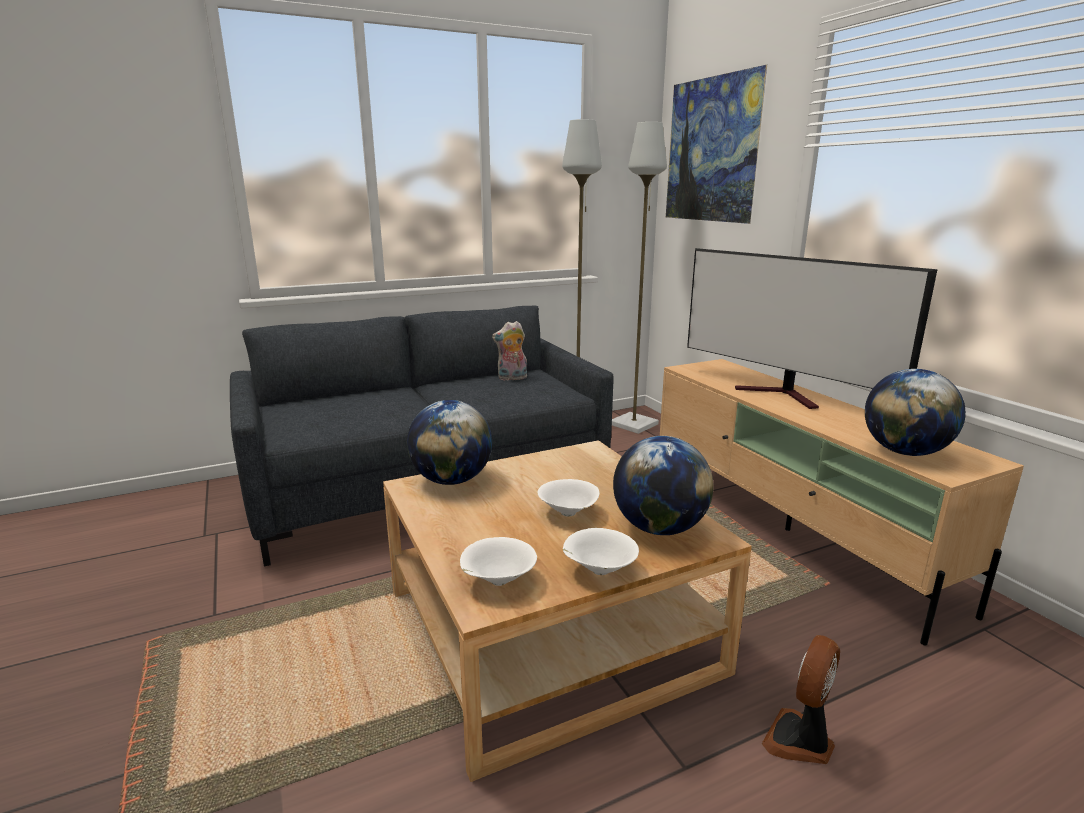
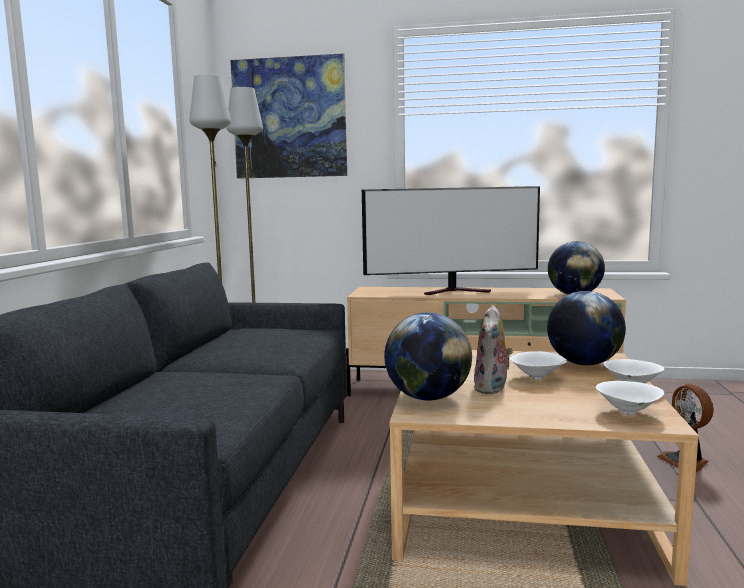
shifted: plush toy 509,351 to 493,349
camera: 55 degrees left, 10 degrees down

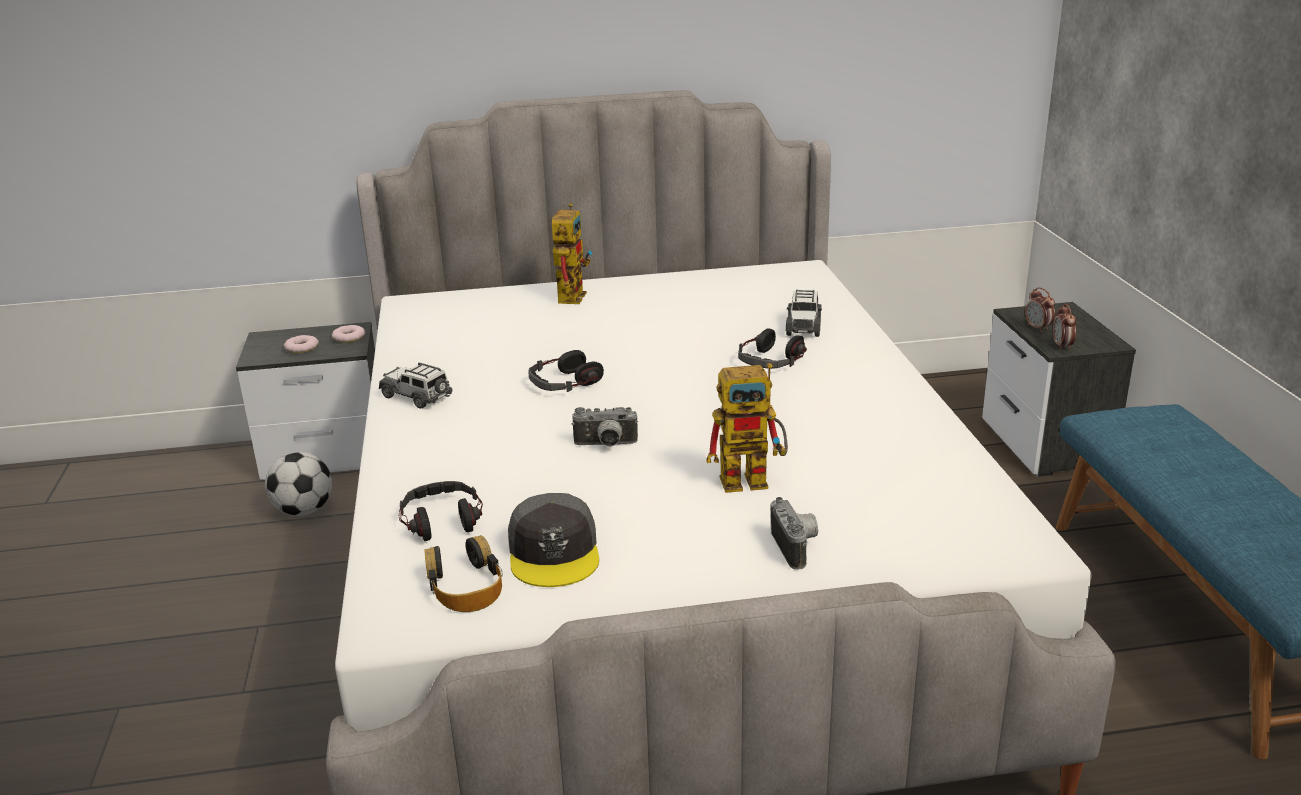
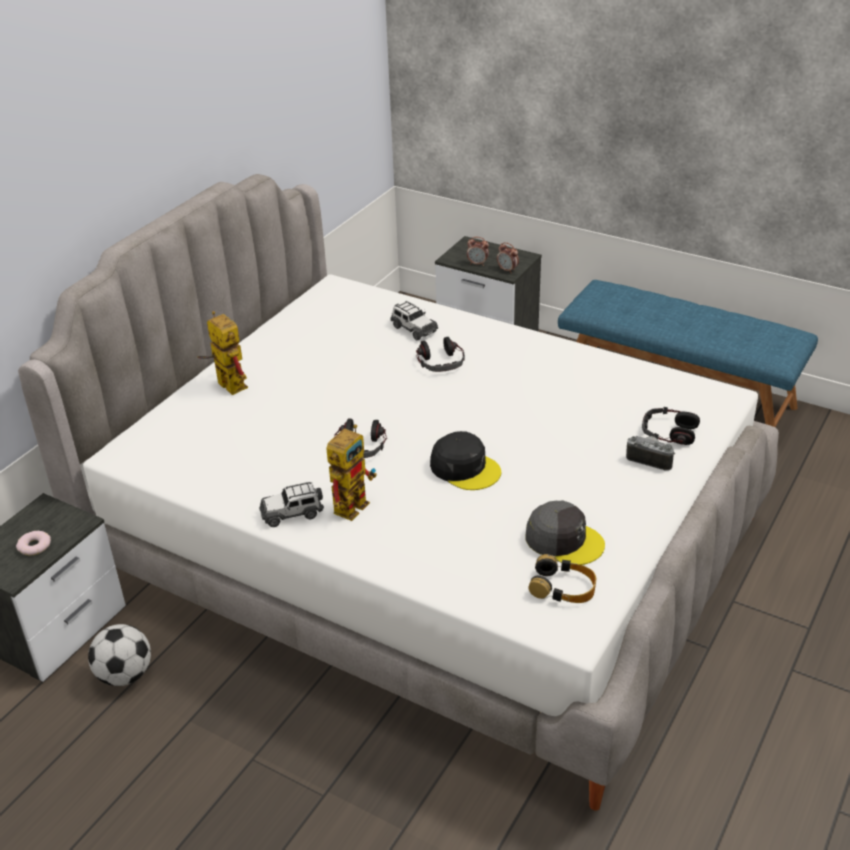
gone: donut 348,334
shifted: toy robot 747,428 to 351,472; headphones 441,511 to 671,426
swapped: photo camera 605,427 to black cap 465,460
camera: 50 degrees left, 10 degrees up

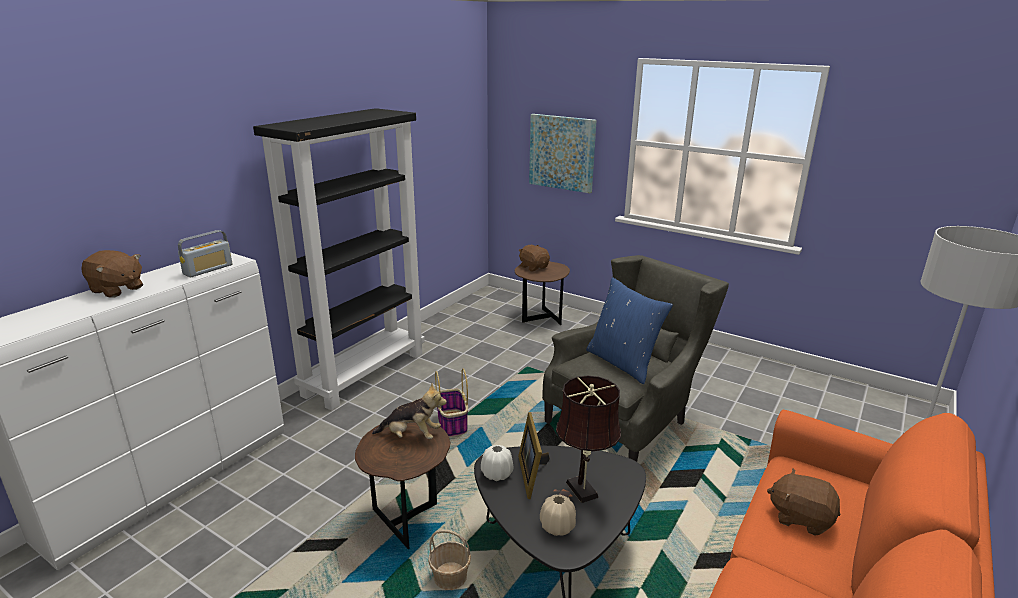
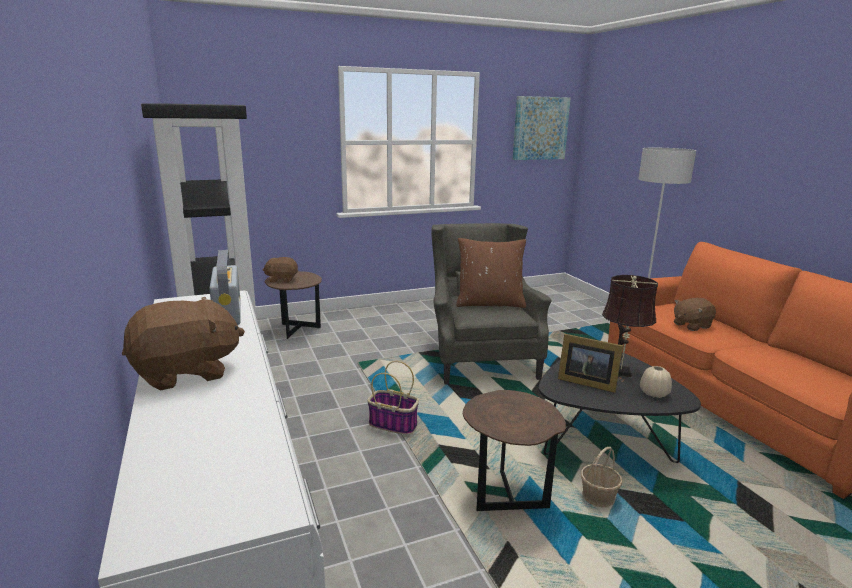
gone: plush toy 409,411; white vase 497,463
shifted: picture 563,153 to 542,128
repainted: blue pillow 629,330 to brown pillow 491,273
camera: 55 degrees left, 5 degrees down

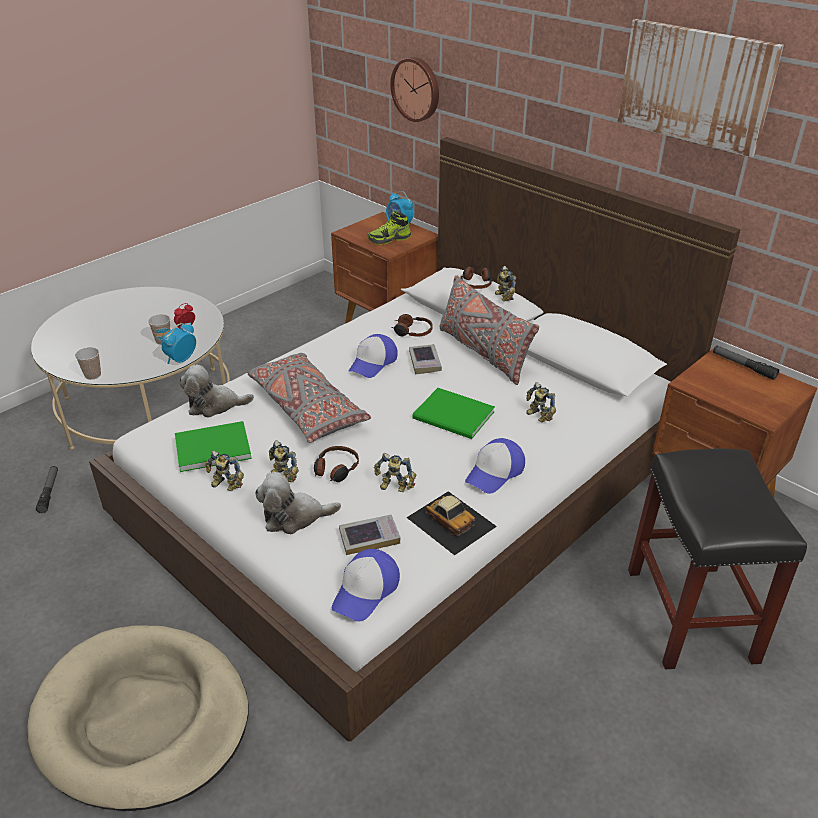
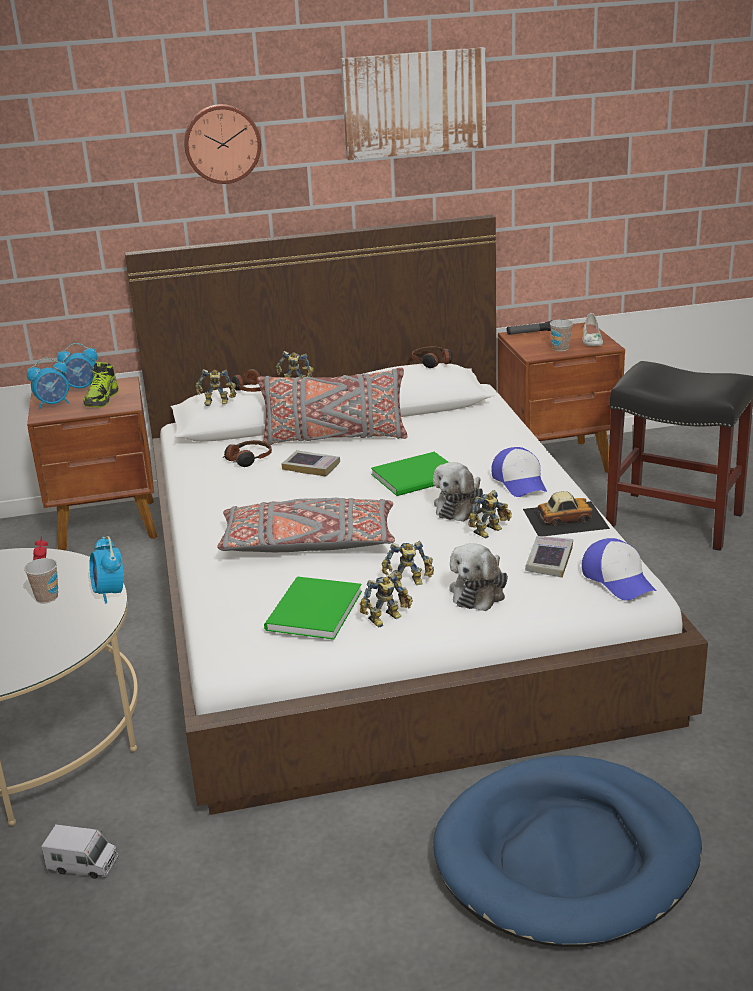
gone: cap 373,356
new: alarm clock 48,384; white shoe 593,329
shifted: wall clock 414,89 to 222,144; toy robot 541,402 to 215,387; headphones 336,464 to 432,357; plush toy 216,391 to 458,492; cup 88,363 to 561,335
swapped: flashlight 47,489 to toy truck 79,851
repainted: beige dog bed 138,718 to blue dog bed 567,851
camera: 55 degrees left, 10 degrees down

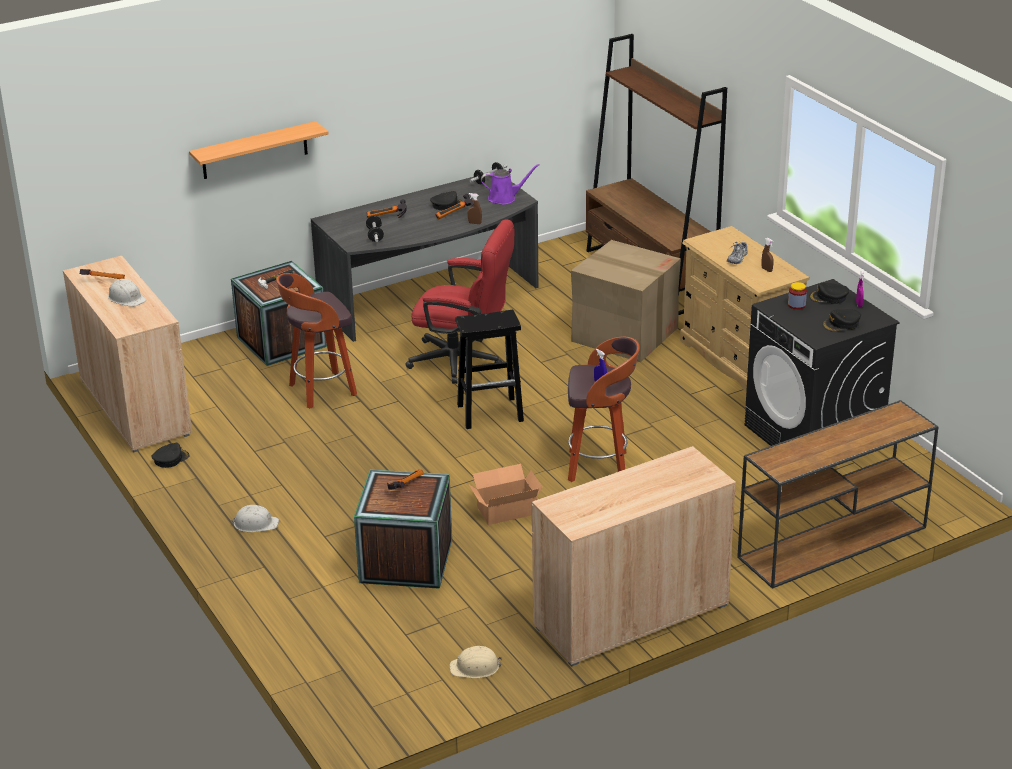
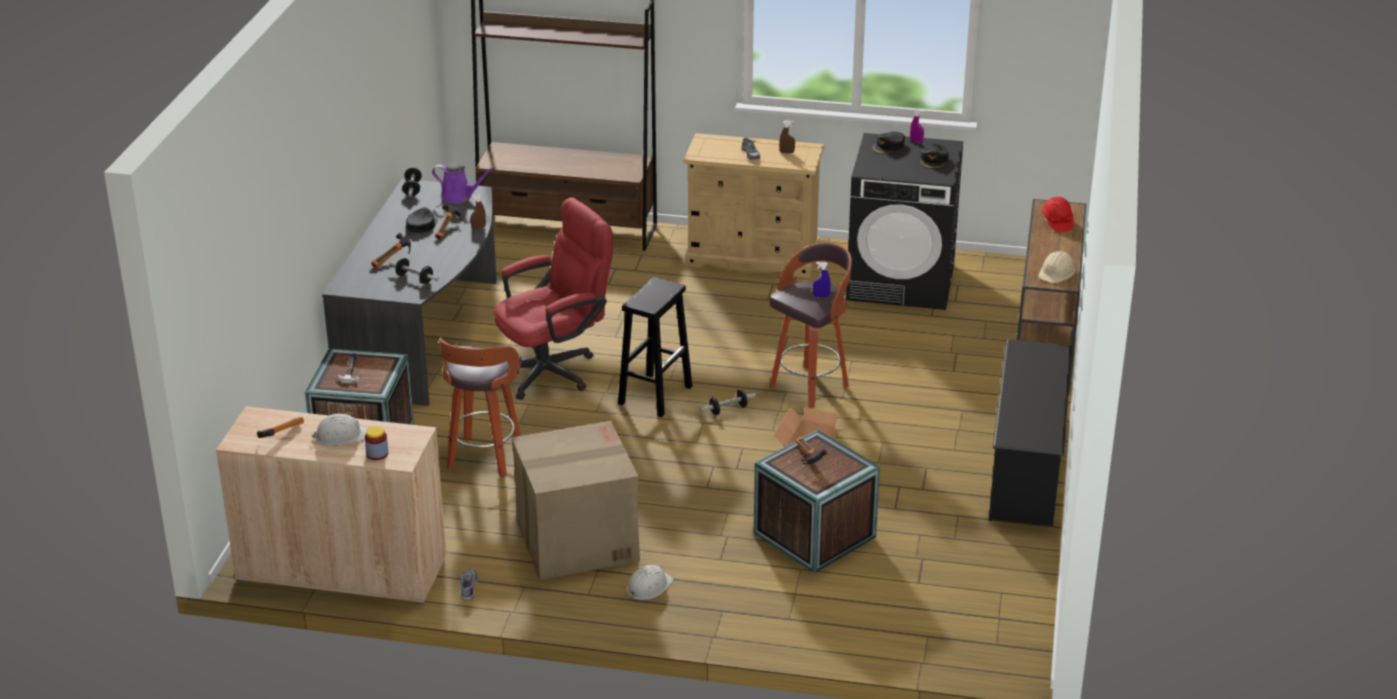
gone: shelf 258,150
new: dumbbell 728,402; red hard hat 1058,214
shifted: jar 797,296 to 376,443; cardboard box 626,301 to 576,500; beige hard hat 476,662 to 1056,267
swapped: black cap 171,455 to shoe 468,584; beige cabinet 634,556 to black shoe rack 1030,432
rotated: purple watering can 510,184 = 463,184 75 degrees clockwise
camera: 50 degrees left, 0 degrees up

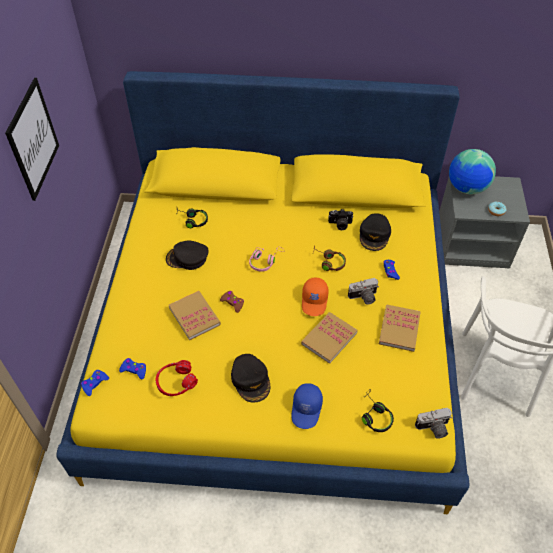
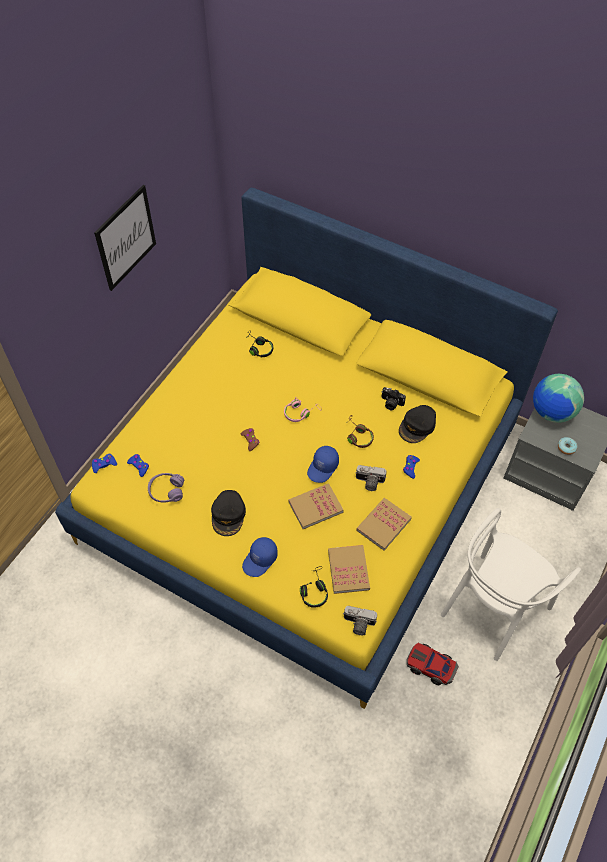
gone: black cap 187,255
new: toy car 433,664
shifted: book 195,315 to 349,569
repainted: red headphones 177,378 to purple headphones 166,488; orange cap 315,297 to blue cap 323,464
camera: 25 degrees right, 5 degrees up

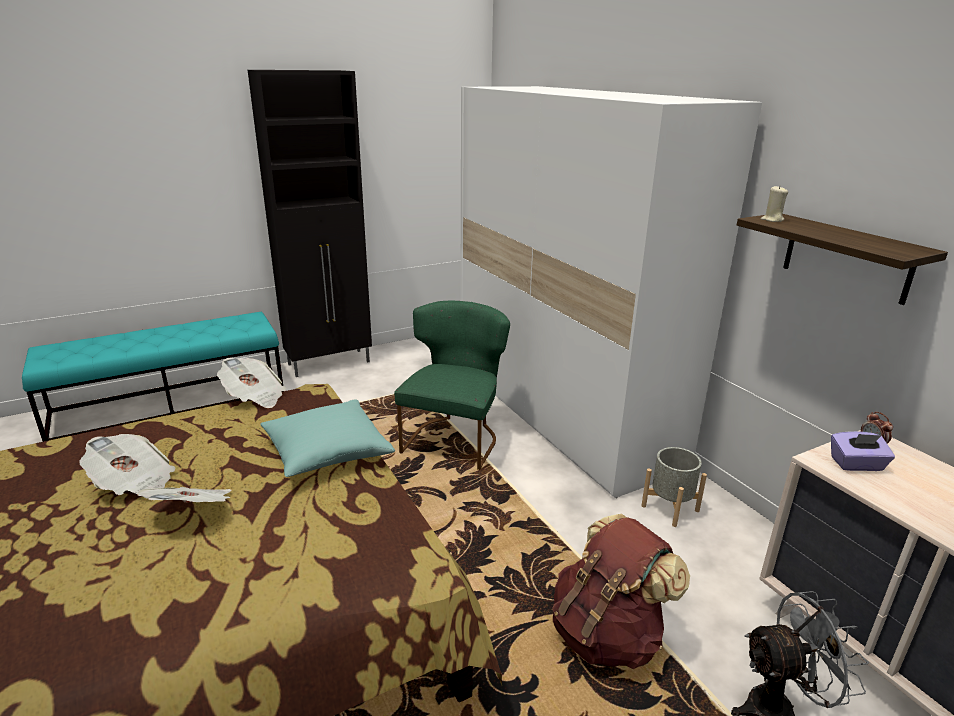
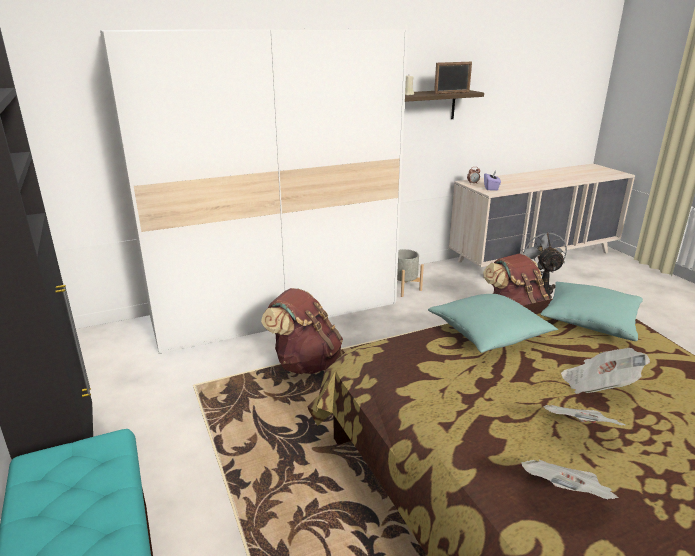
new: picture frame 453,78; turquoise pillow 592,311
shifted: newspaper 251,382 to 570,479
swapped: green chair 452,385 to brown backpack 302,331
camera: 85 degrees left, 0 degrees up

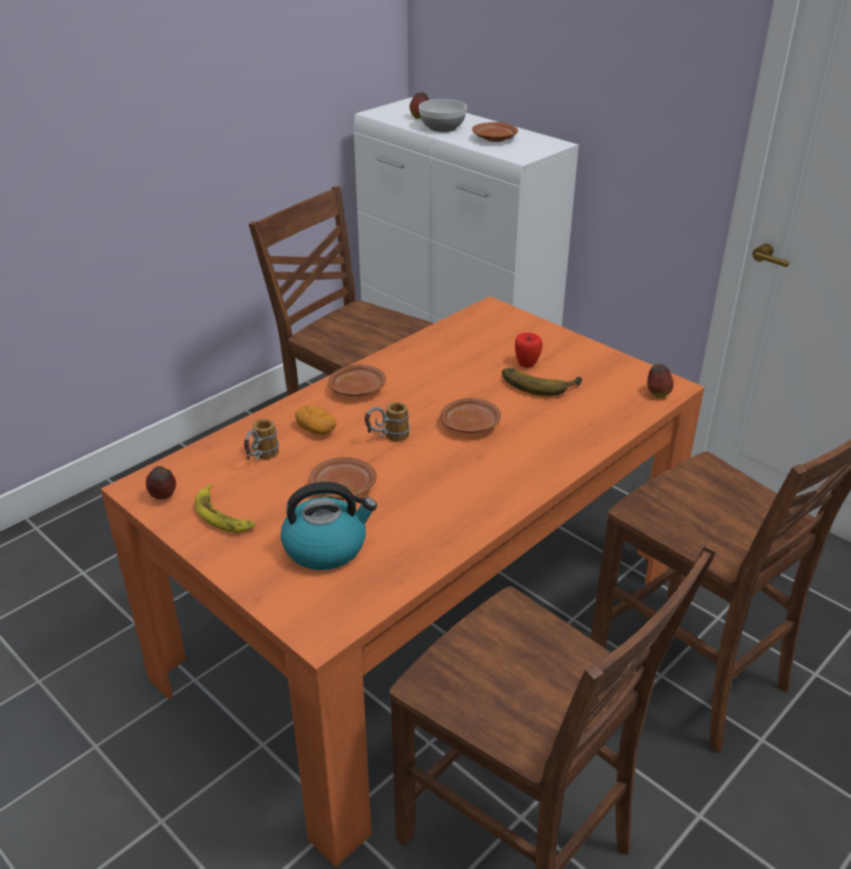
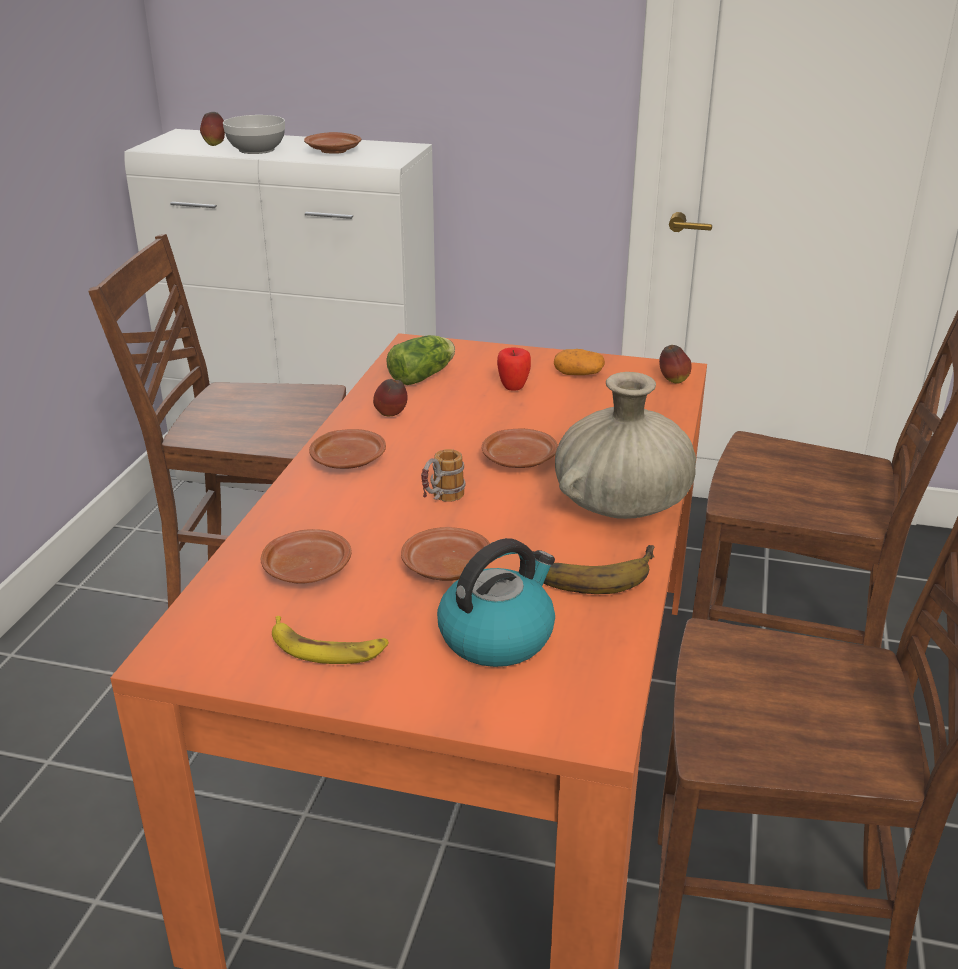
new: lettuce 420,360; beige vase 625,445
shifted: apple 161,483 to 390,397; banana 542,382 to 599,569; potato 315,420 to 579,362
swapped: mug 261,439 to brown plate 306,556
camera: 30 degrees left, 5 degrees down

